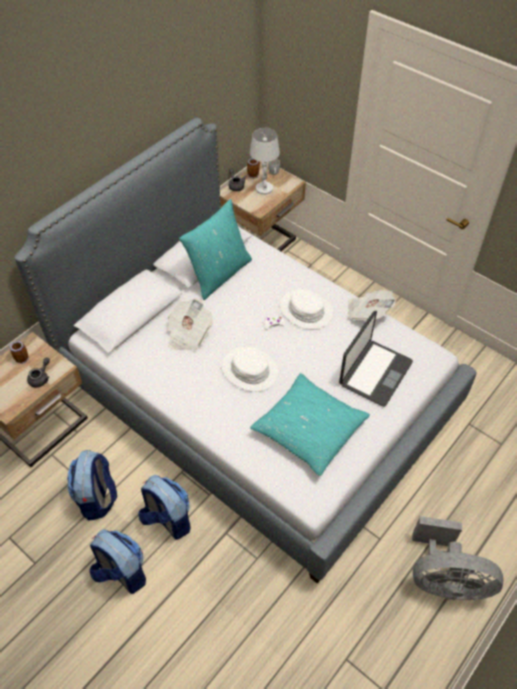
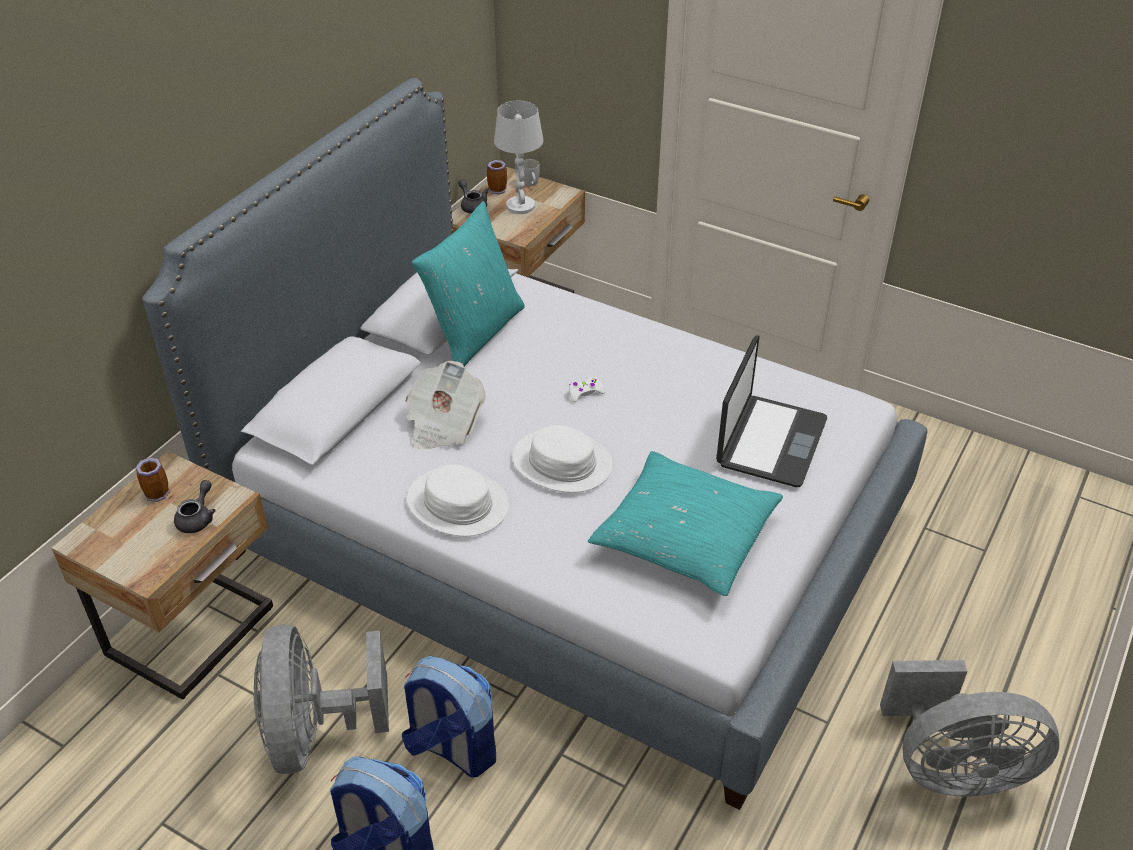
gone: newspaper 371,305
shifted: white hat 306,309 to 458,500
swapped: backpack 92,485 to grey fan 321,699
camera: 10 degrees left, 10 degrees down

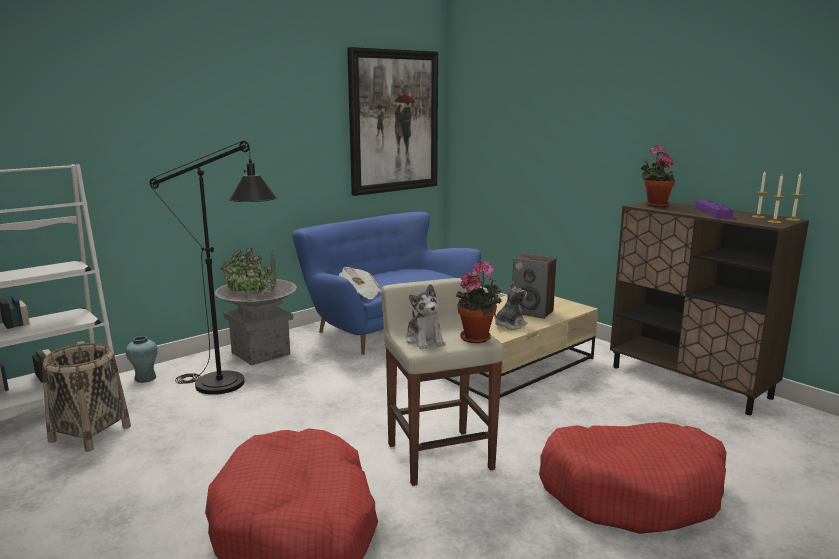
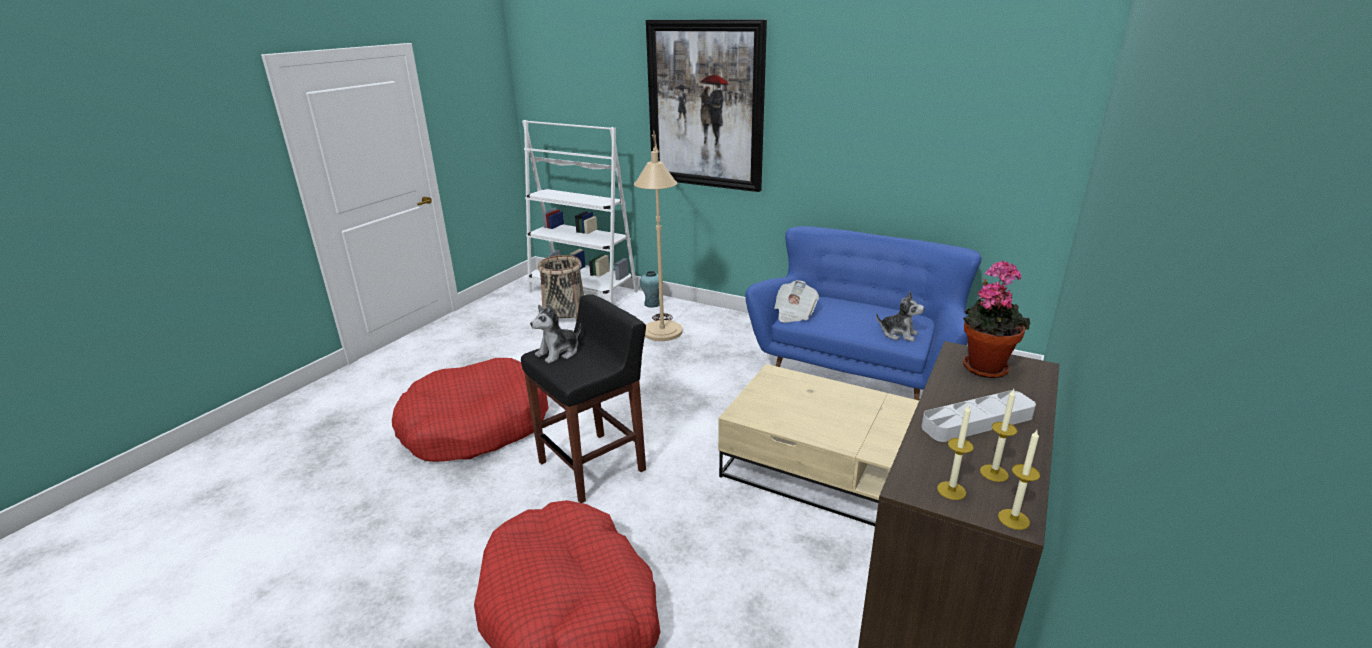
gone: grey planter 256,307; potted plant 478,301; speaker 534,286
shifted: picture 392,121 to 706,105; plush toy 511,305 to 900,316
repainted: beige stool 442,382 to black stool 583,398; black floor lamp 213,268 to beige floor lamp 658,235; purple tray 714,209 to grey tray 979,416
camera: 70 degrees right, 10 degrees up

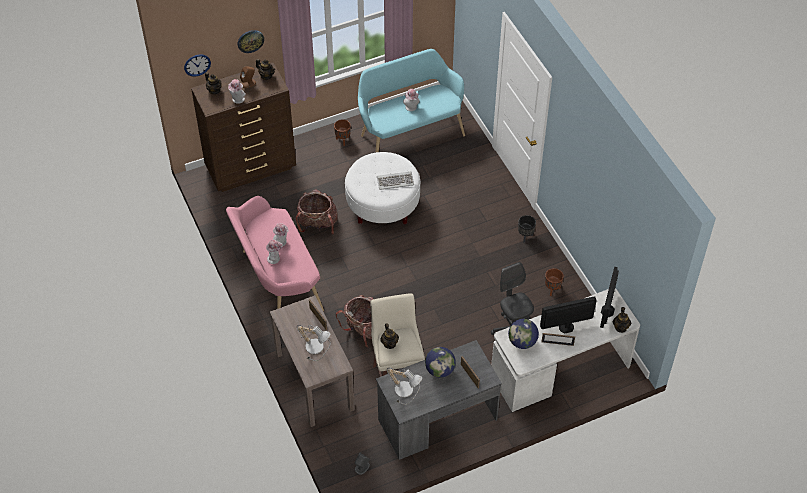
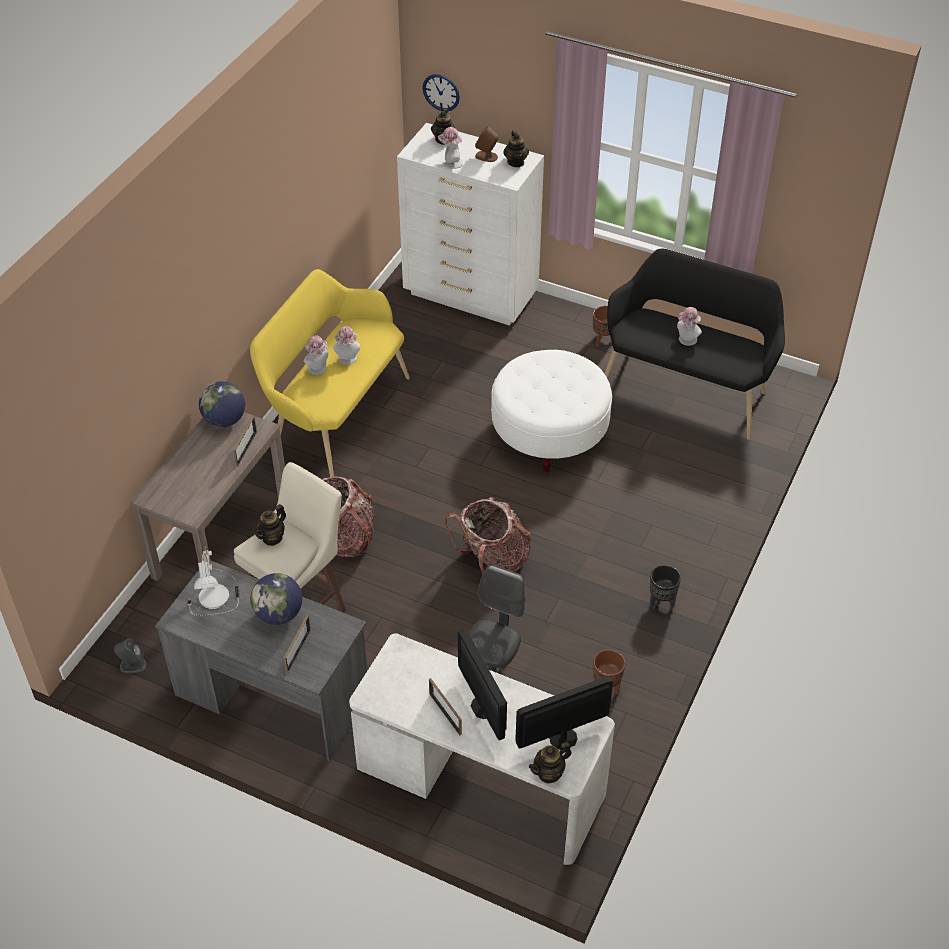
gone: wall clock 251,41; table lamp 314,343; keyboard 395,180
shifted: globe 523,334 to 222,404; backpack 317,212 to 488,536
repainted: pink bench 275,253 to yellow bench 330,373; brown dresser 243,127 to white dresser 470,224; turquoise bench 411,100 to black bench 695,344
rotated: monitor 568,315 = 482,684 150 degrees counterclockwise
camera: 50 degrees right, 5 degrees down

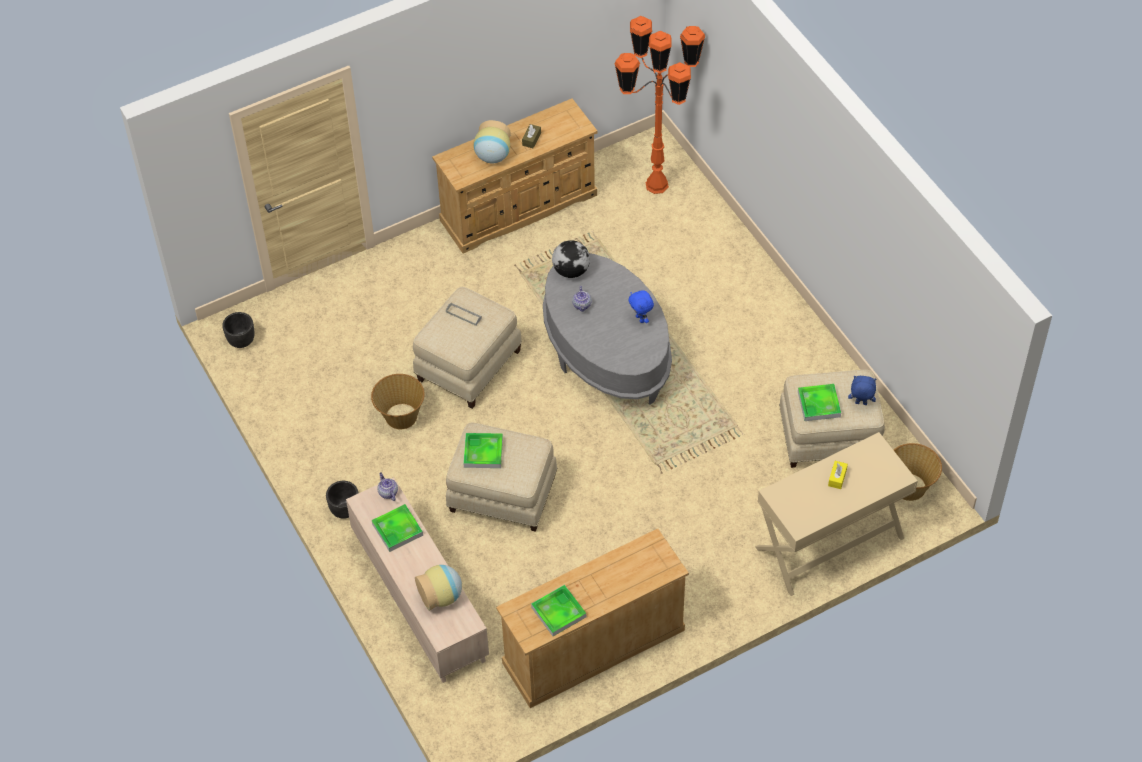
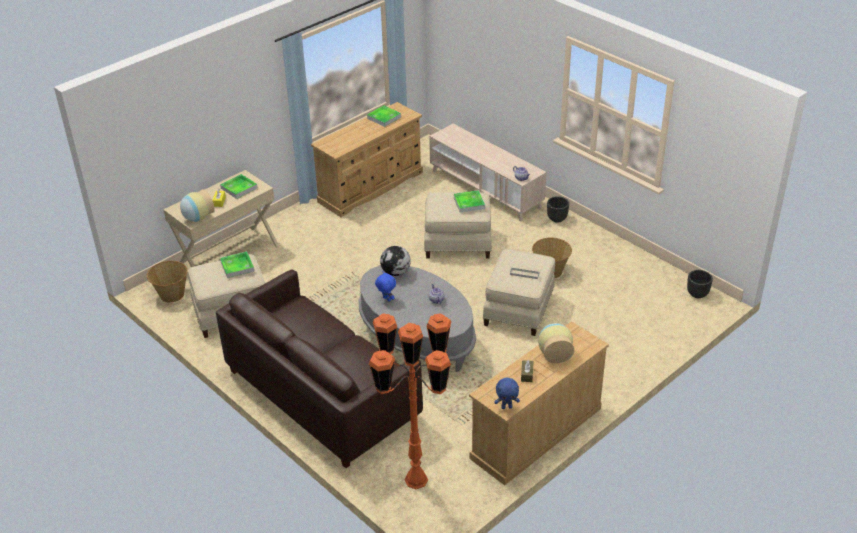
new: brown sofa 319,368
shifted: vase 438,588 to 197,205; tray 397,528 to 239,186; globe 571,259 to 395,261; blue plush toy 862,390 to 507,393
camera: 165 degrees right, 15 degrees down

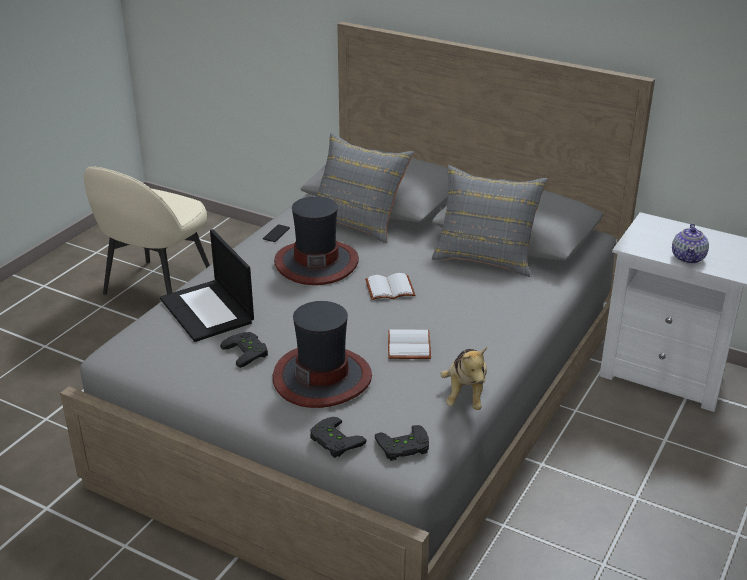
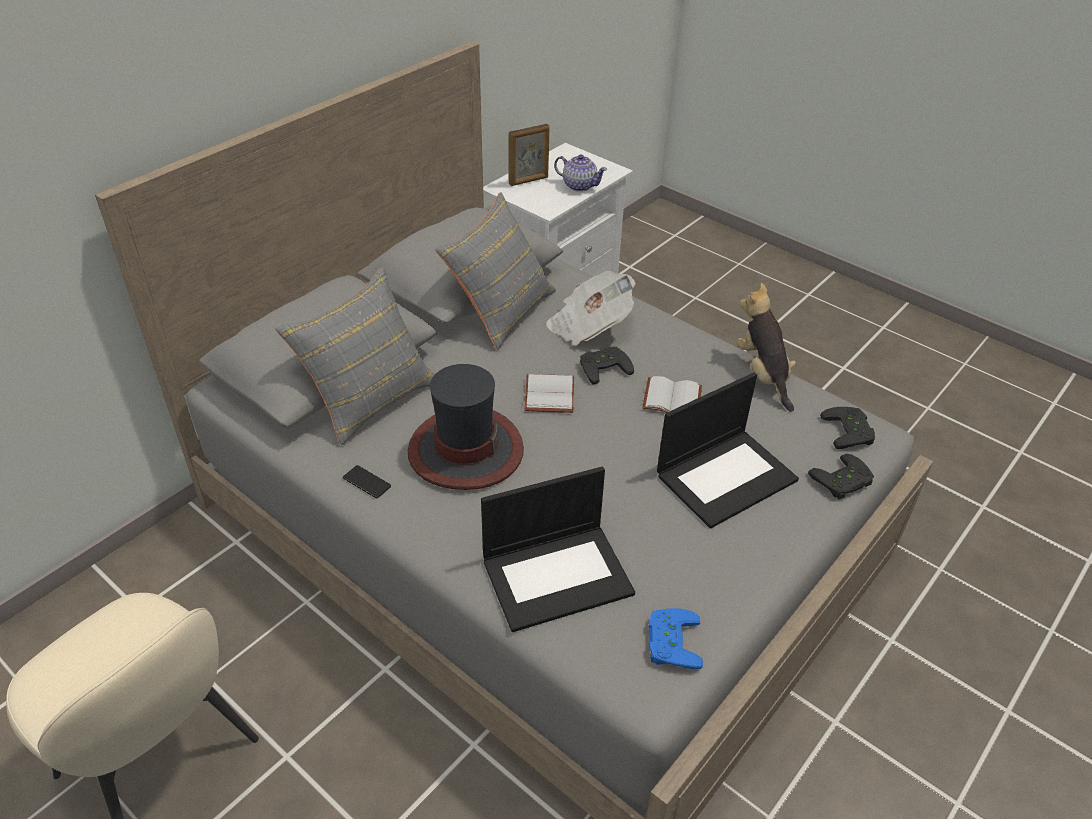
new: picture frame 529,155; newspaper 591,308; blue game controller 676,638
shifted: black game controller 244,350 to 607,365
swapped: hat 322,354 to laptop 728,450
rotated: plush toy 464,378 = 766,347 120 degrees counterclockwise
camera: 80 degrees left, 10 degrees up

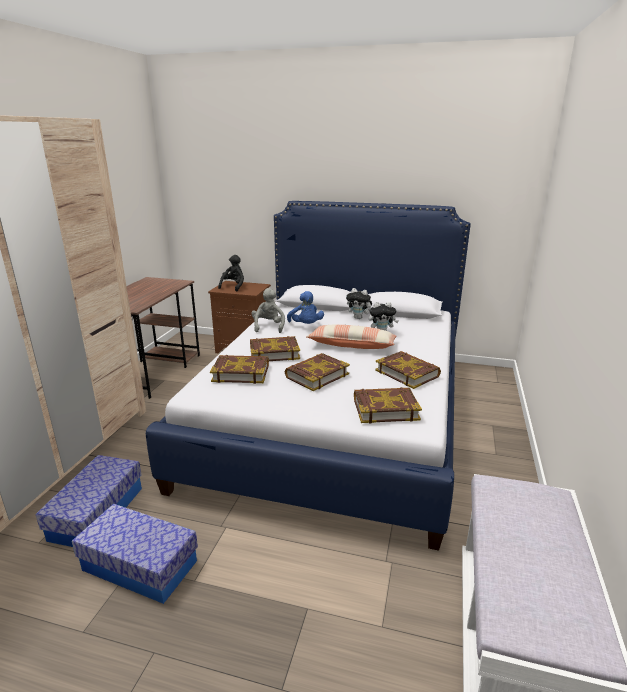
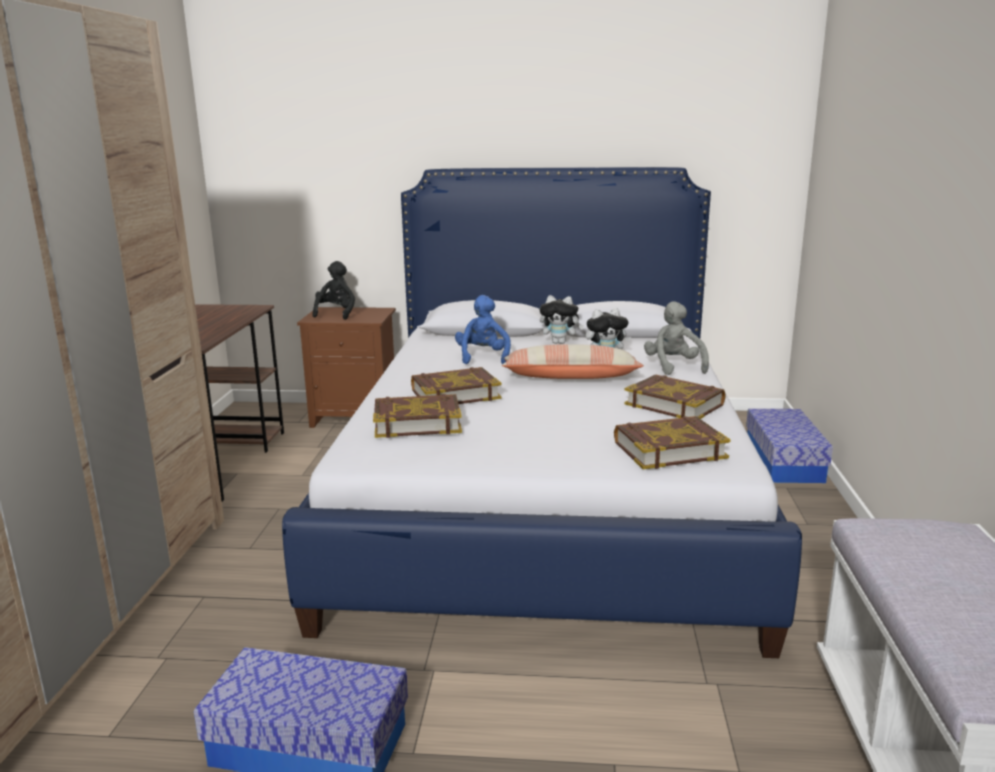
gone: book 317,372
shifted: grey plush toy 268,310 to 676,338; storage box 89,501 to 789,446
rotated: blue plush toy 305,307 = 483,329 150 degrees counterclockwise
camera: 10 degrees left, 5 degrees down

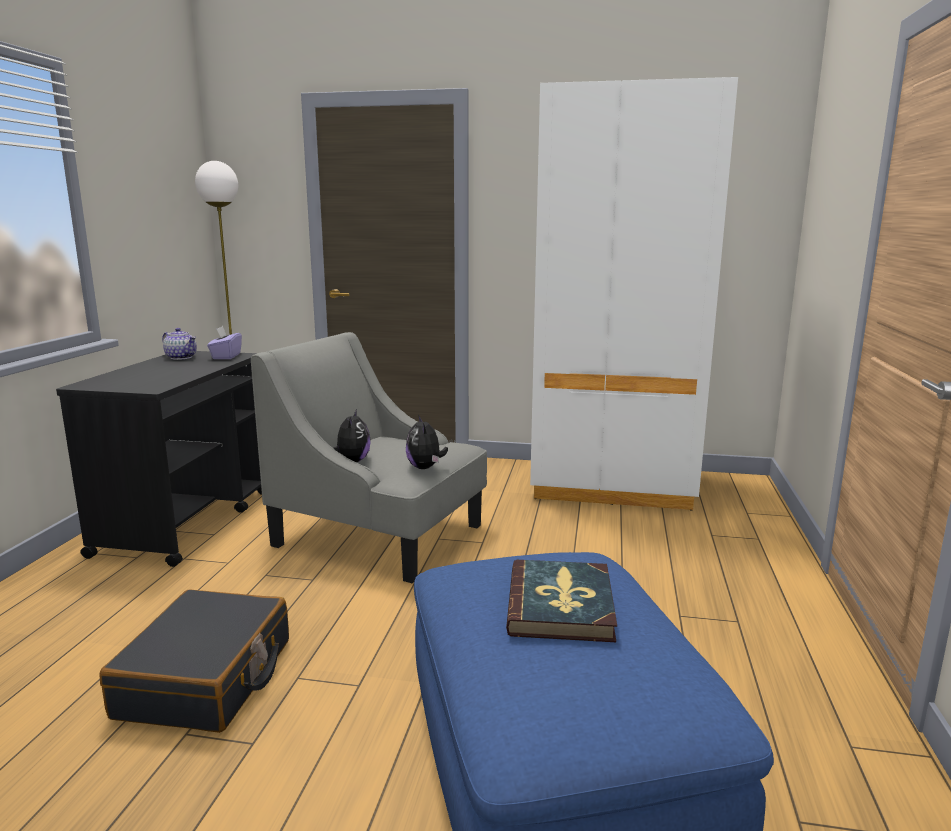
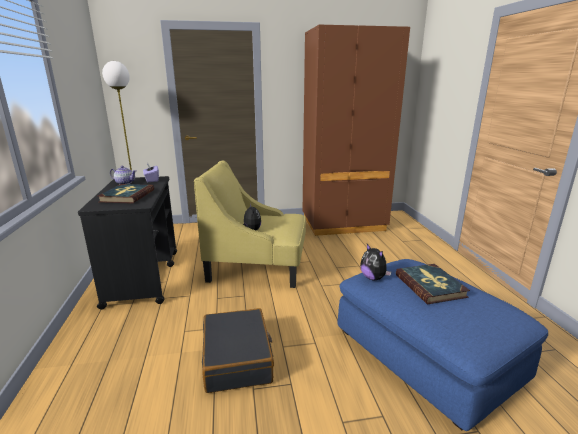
new: book 125,194
shifted: plush toy 427,442 to 375,262
repainted: grey armchair 369,458 to yellow armchair 250,224; white wardrobe 634,294 to brown wardrobe 356,130
camera: 20 degrees left, 5 degrees up

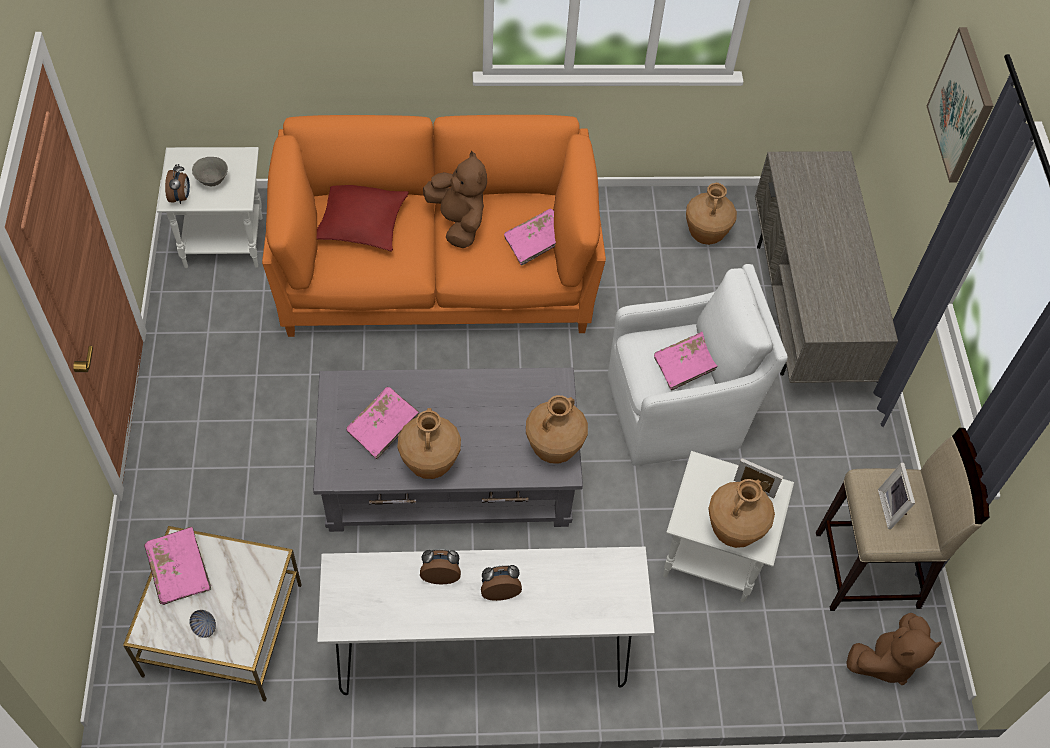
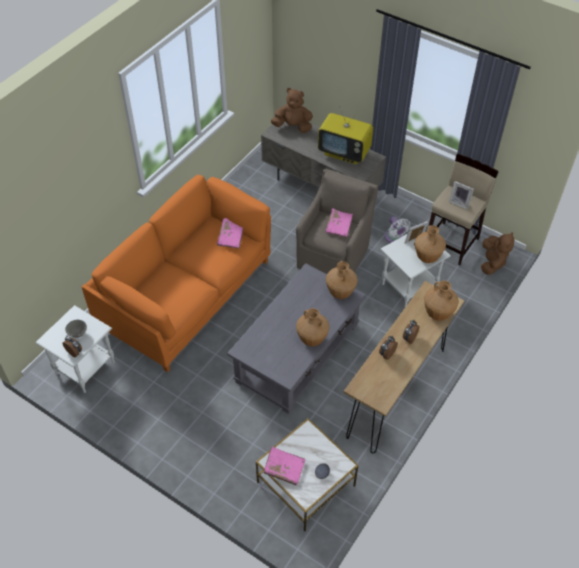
gone: red pillow 363,218; pink book 383,423; picture 960,105
new: television 345,135; white fan 397,229
shifted: brown plush toy 455,199 to 292,110; brown vase 711,214 to 441,301
repainted: white armchair 698,364 to brown armchair 337,221; white console table 486,621 to brown console table 403,367
camera: 50 degrees left, 5 degrees down

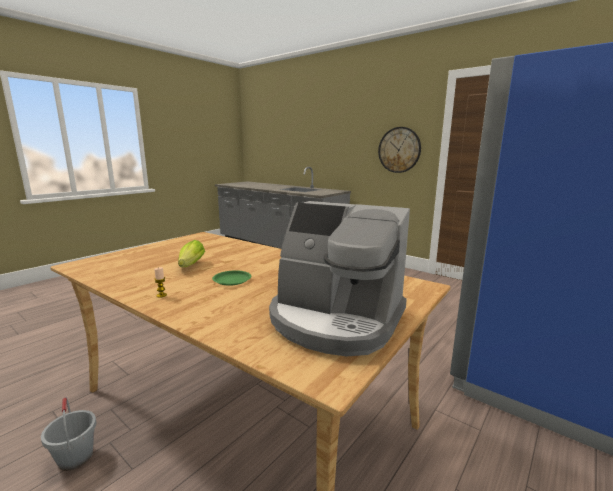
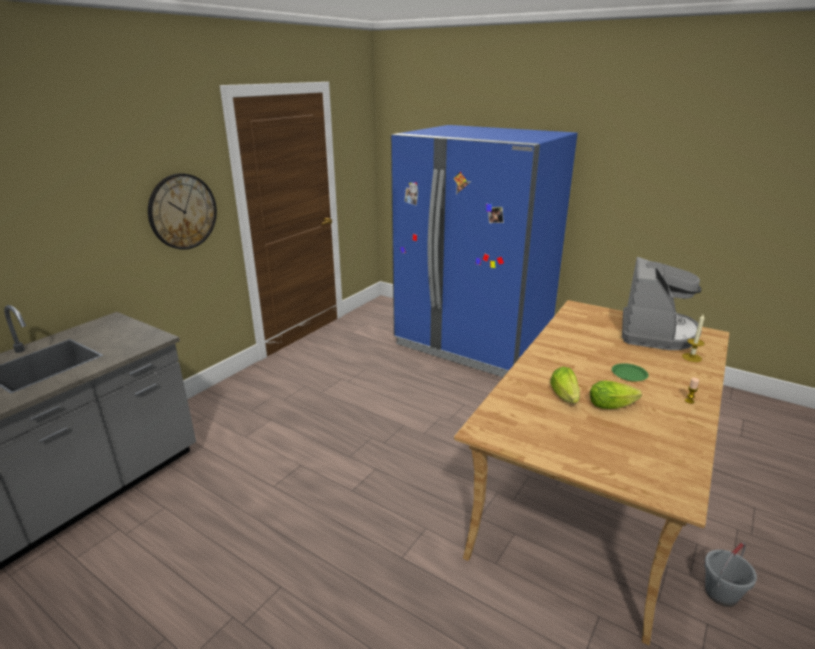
new: lettuce 565,385; candle 693,337
camera: 95 degrees left, 10 degrees up

